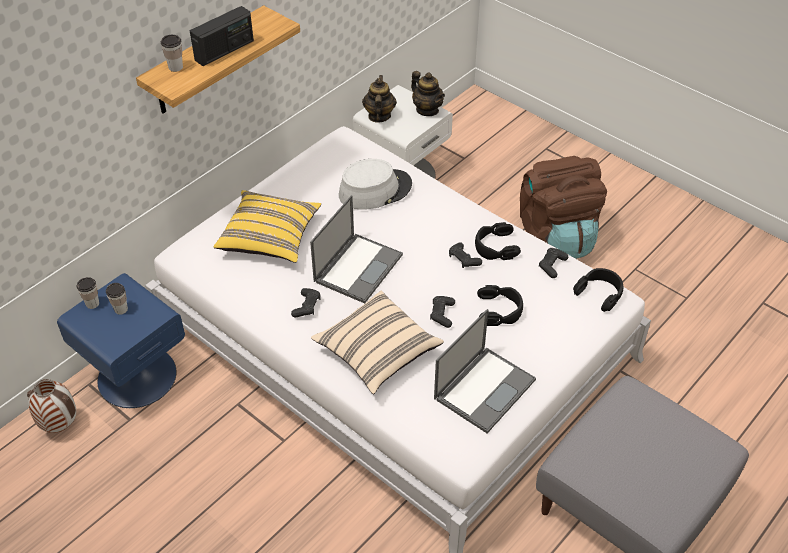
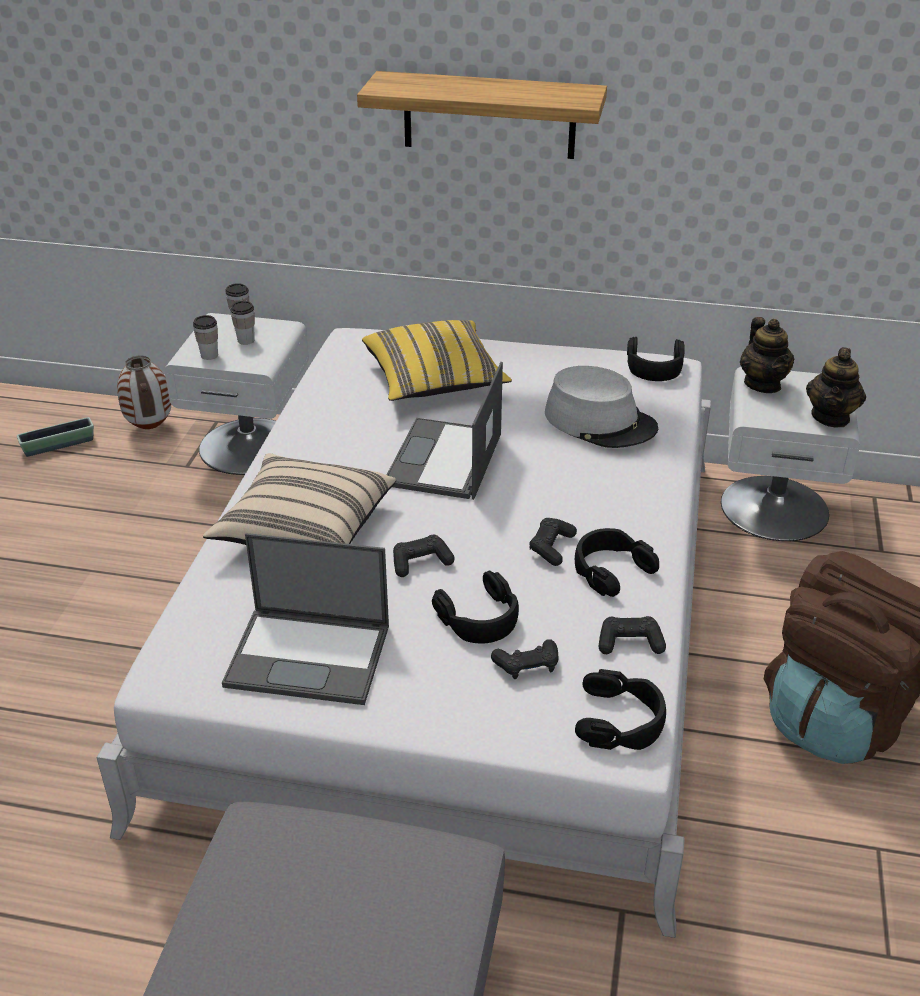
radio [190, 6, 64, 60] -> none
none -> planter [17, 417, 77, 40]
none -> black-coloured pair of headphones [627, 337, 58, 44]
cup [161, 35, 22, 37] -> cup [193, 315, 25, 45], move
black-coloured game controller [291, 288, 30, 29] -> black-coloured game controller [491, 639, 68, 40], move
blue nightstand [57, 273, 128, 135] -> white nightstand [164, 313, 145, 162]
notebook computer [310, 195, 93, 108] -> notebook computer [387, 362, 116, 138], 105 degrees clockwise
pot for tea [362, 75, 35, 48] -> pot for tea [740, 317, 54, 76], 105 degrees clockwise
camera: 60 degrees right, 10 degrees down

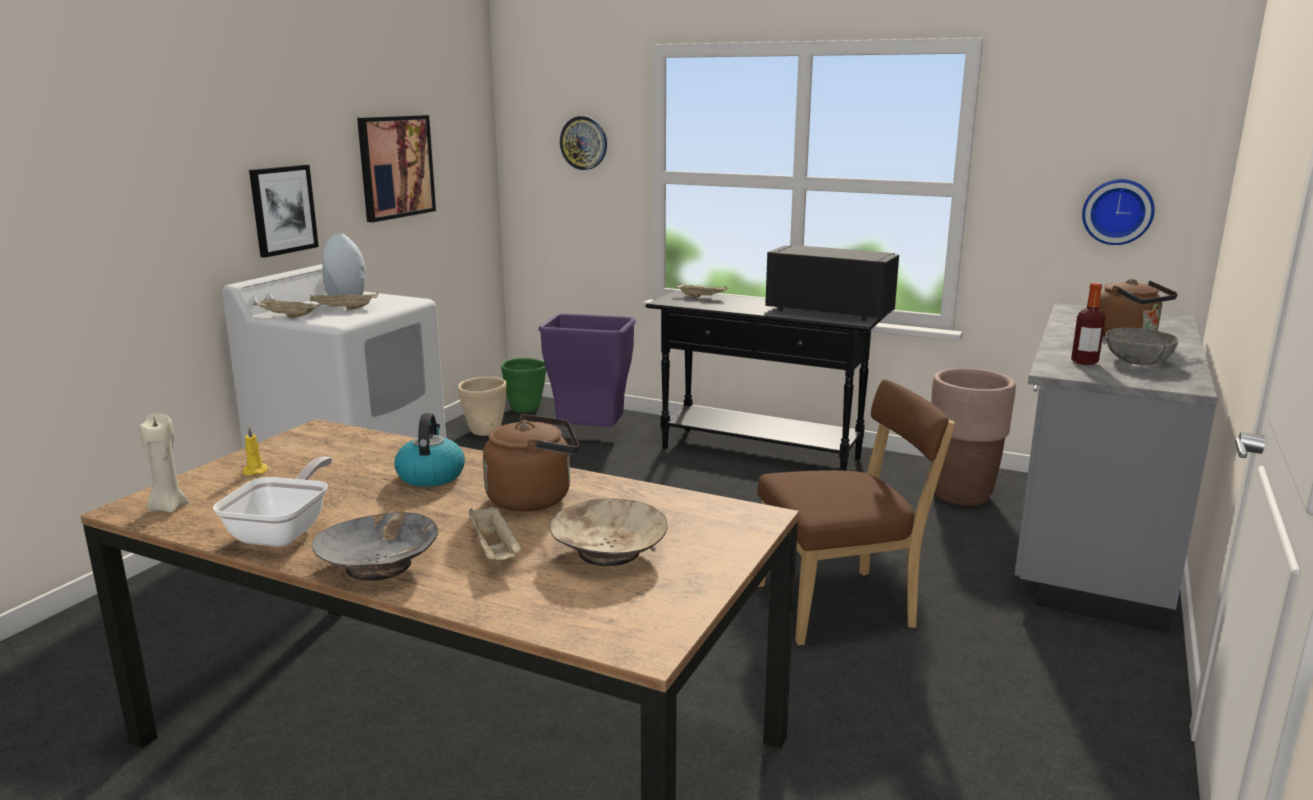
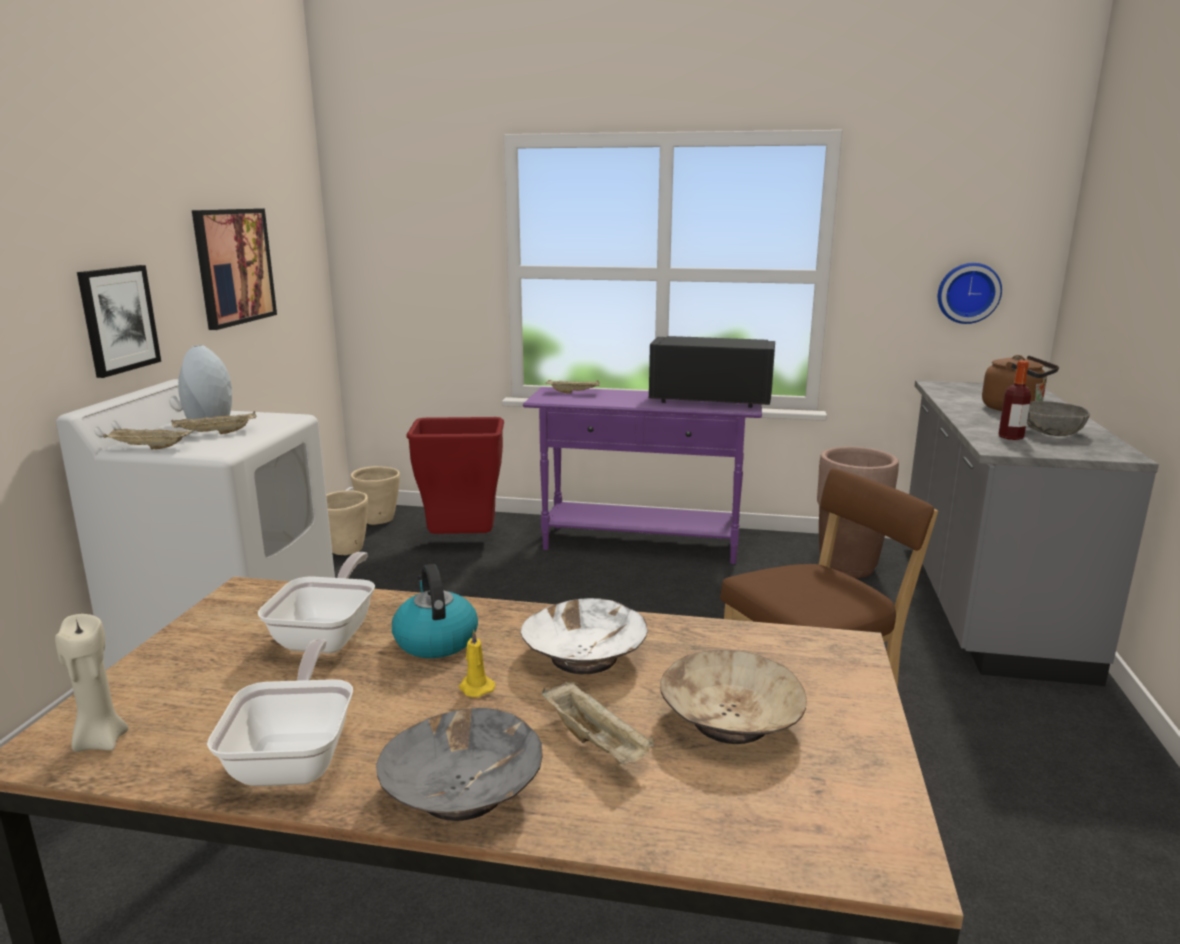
clock on the wall [560, 116, 47, 54] -> none
none -> pan [258, 552, 117, 101]
yellow-coloured wax light [242, 427, 26, 49] -> yellow-coloured wax light [459, 629, 36, 68], move
brownish tea kettle [483, 414, 96, 97] -> white deep dish [521, 598, 126, 76]
green planter [501, 358, 45, 55] -> sand-coloured planter [351, 466, 49, 59]
purplish rubbish bin [538, 313, 98, 114] -> red rubbish bin [406, 417, 98, 117]
black-coloured hall table [646, 290, 237, 181] -> purplish hall table [523, 387, 239, 177]
camera: 15 degrees left, 0 degrees up

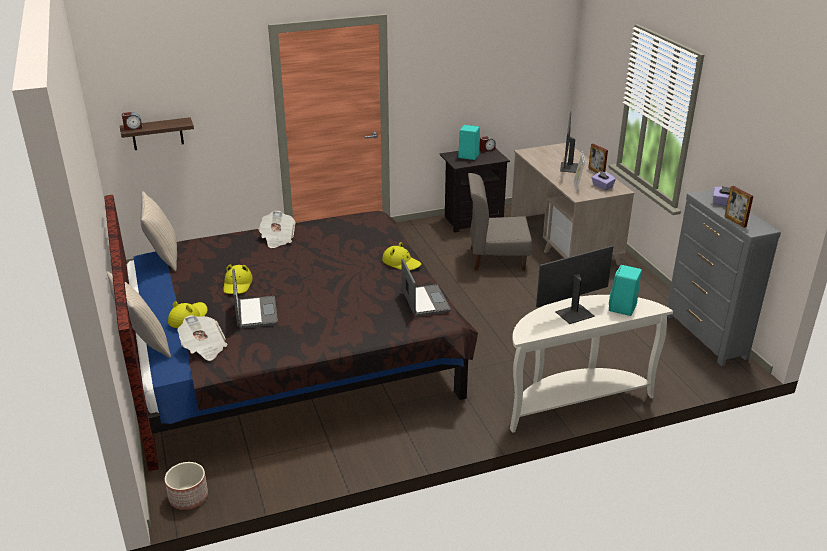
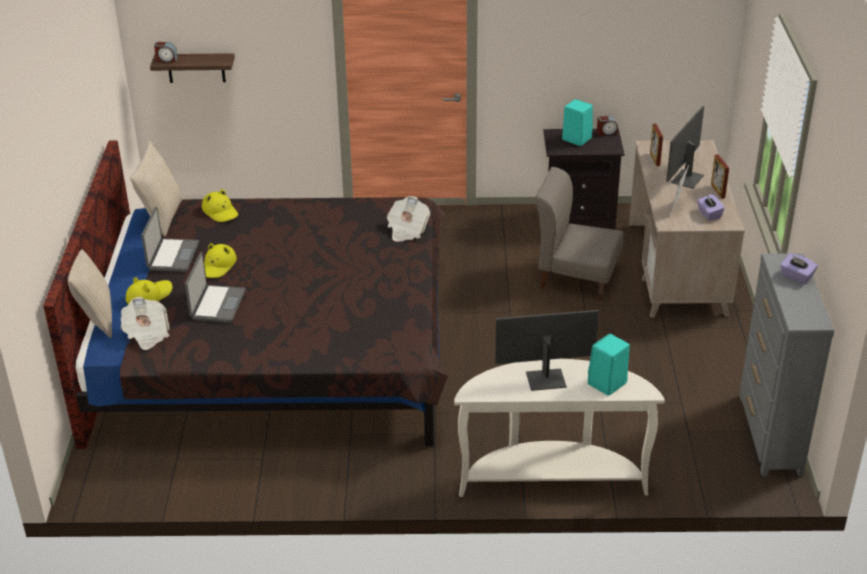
planter [165, 462, 43, 48] -> none
newspaper [258, 211, 38, 37] -> newspaper [387, 196, 43, 46], move
yellow-coloured wearable hat [382, 242, 39, 28] -> yellow-coloured wearable hat [202, 189, 36, 33], move
notebook computer [401, 259, 50, 58] -> notebook computer [142, 207, 57, 65], move
photo frame [724, 186, 30, 41] -> photo frame [650, 124, 13, 42], move
camera: 20 degrees right, 5 degrees up

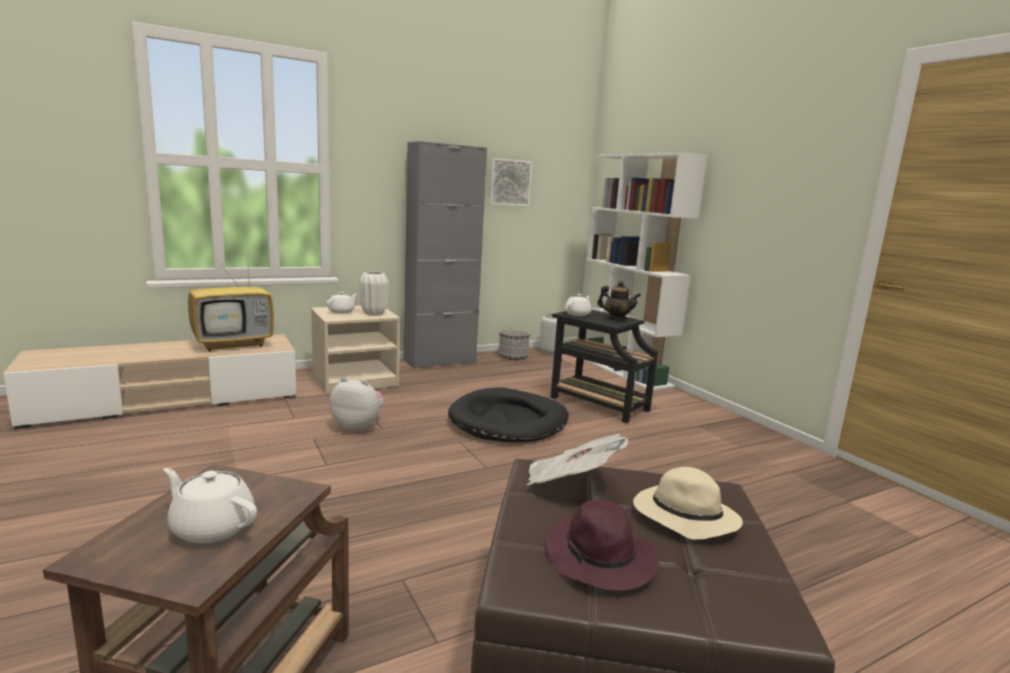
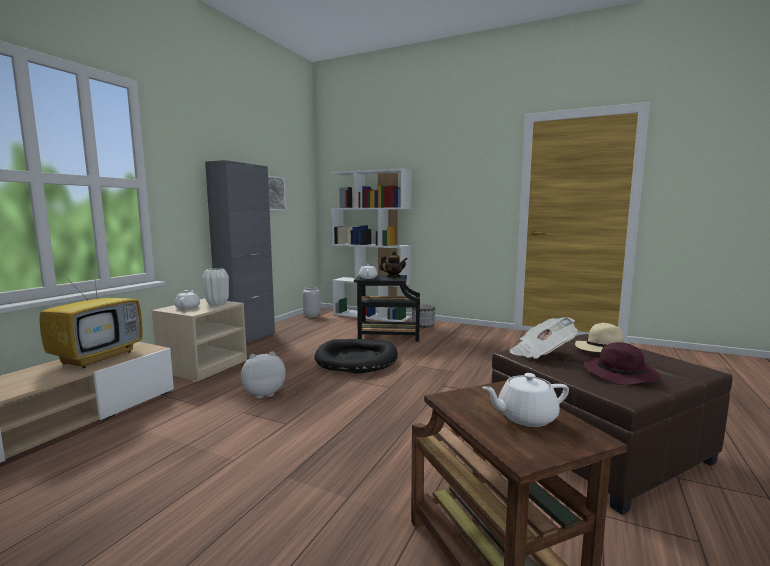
planter [499, 329, 31, 31] -> planter [412, 304, 23, 24], move
camera: 35 degrees left, 5 degrees down

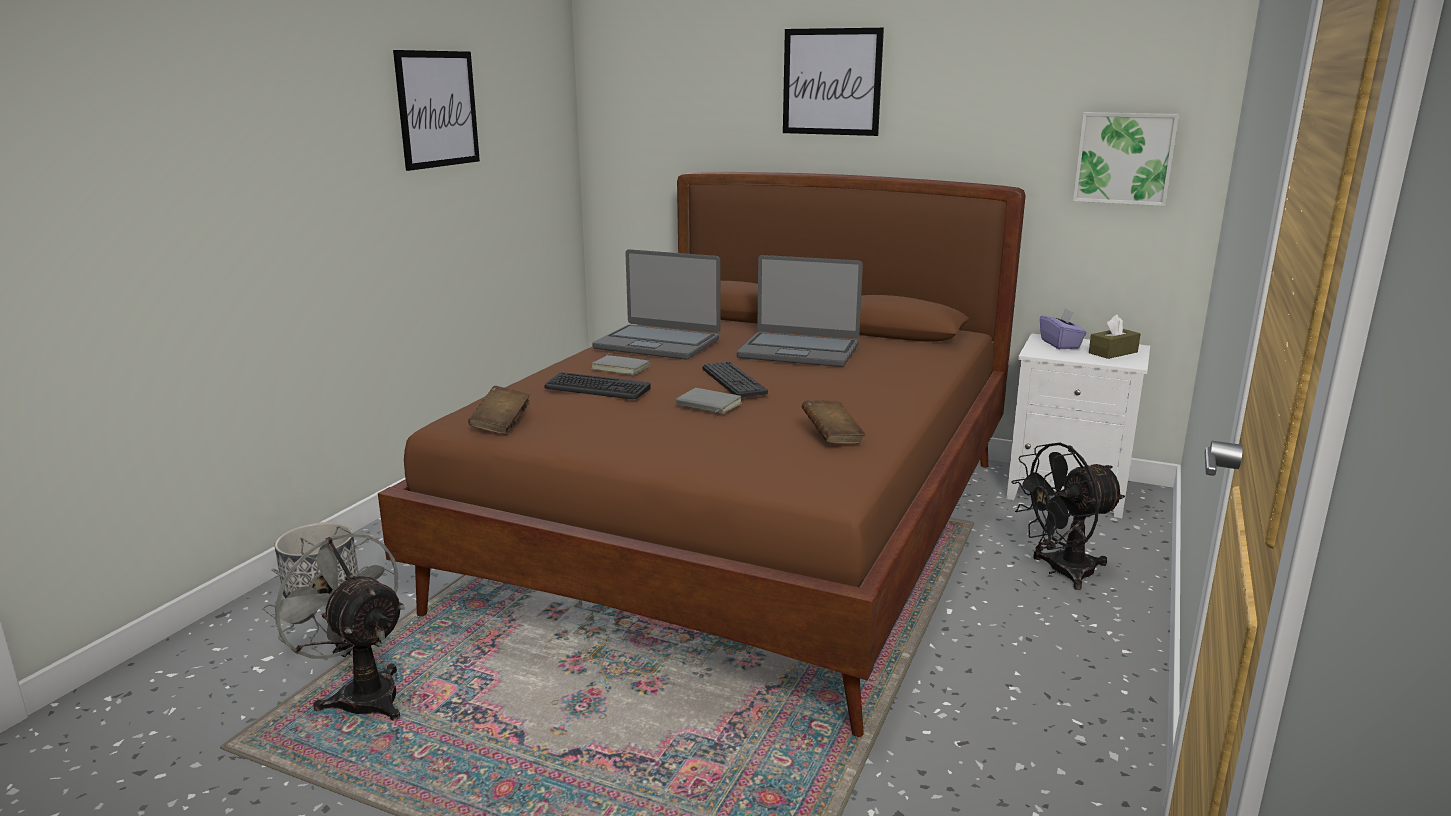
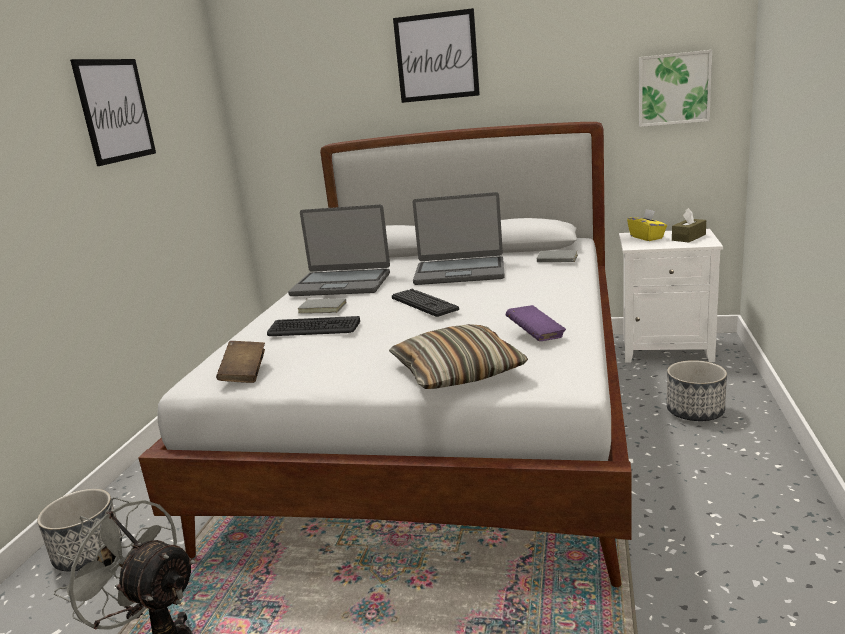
none -> pillow [389, 324, 139, 65]
greyish volume [676, 388, 66, 26] -> greyish volume [536, 250, 42, 12], move
black-coloured electric fan [1011, 443, 114, 147] -> planter [667, 360, 60, 61]
brownish bed [378, 172, 648, 565] -> white bed [138, 122, 494, 465]
brownish volume [801, 400, 64, 44] -> purplish volume [506, 305, 60, 36]
purplish box of tissues [1040, 307, 47, 42] -> yellow-coloured box of tissues [627, 209, 40, 32]
camera: 10 degrees left, 0 degrees up

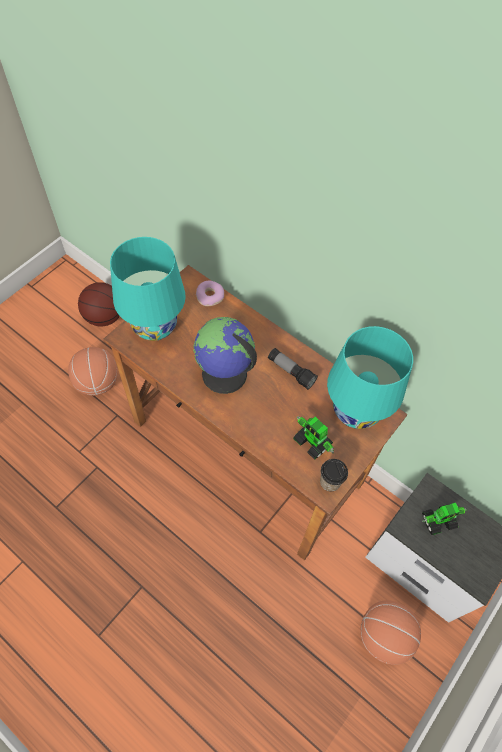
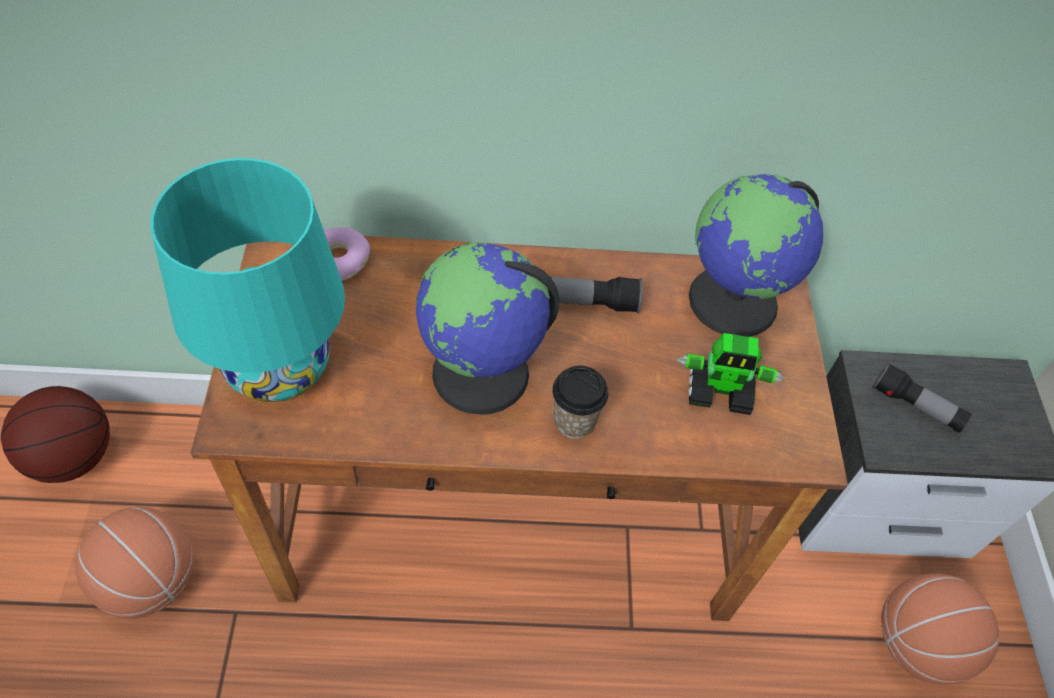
cup [320, 459, 28, 33] -> cup [552, 366, 56, 73], move
blue-green table lamp [327, 326, 86, 103] -> desk globe [689, 174, 135, 163]
robot figure [422, 503, 46, 32] -> torch [872, 362, 100, 71]
camera: 40 degrees left, 5 degrees down

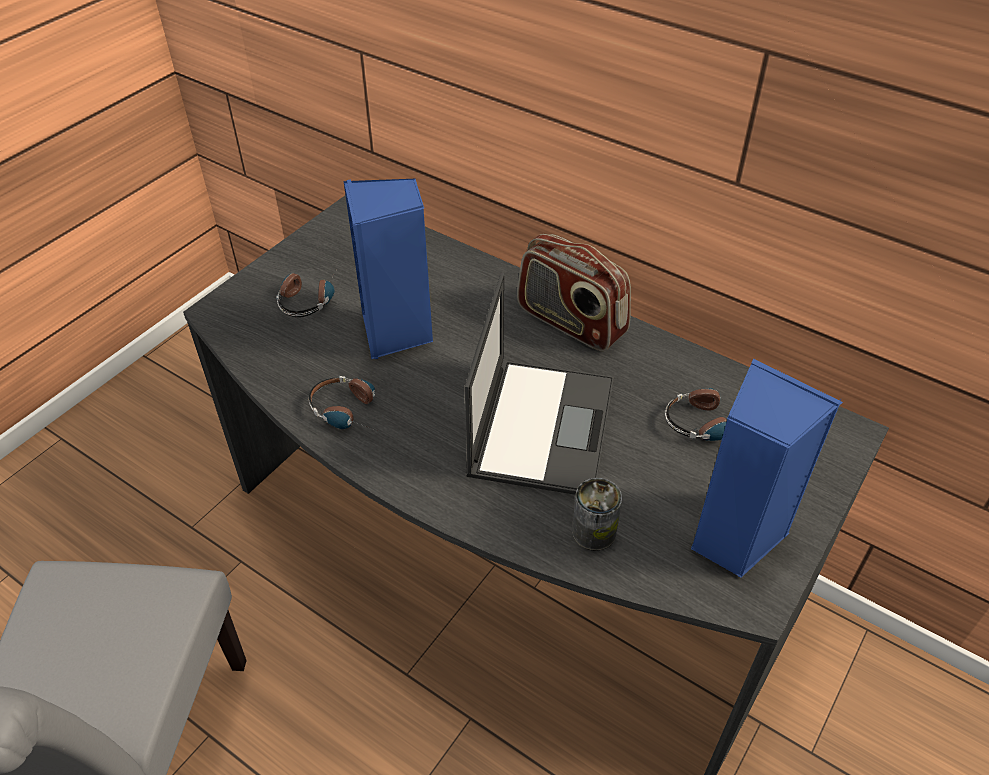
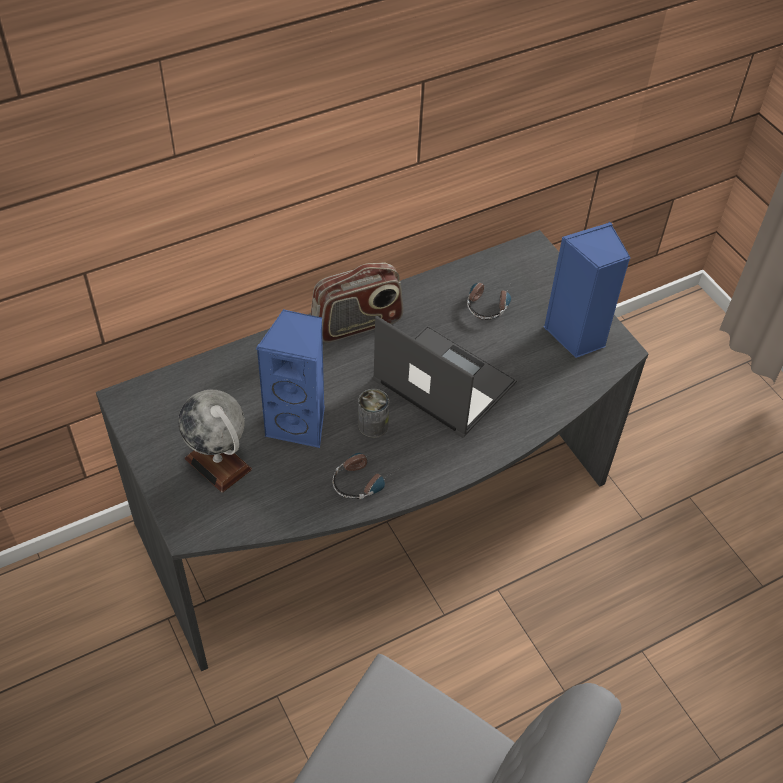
metal can [572, 478, 50, 73] -> metal can [358, 389, 31, 49], move
pair of headphones [276, 268, 62, 49] -> desk globe [178, 389, 74, 104]
camera: 65 degrees left, 5 degrees up

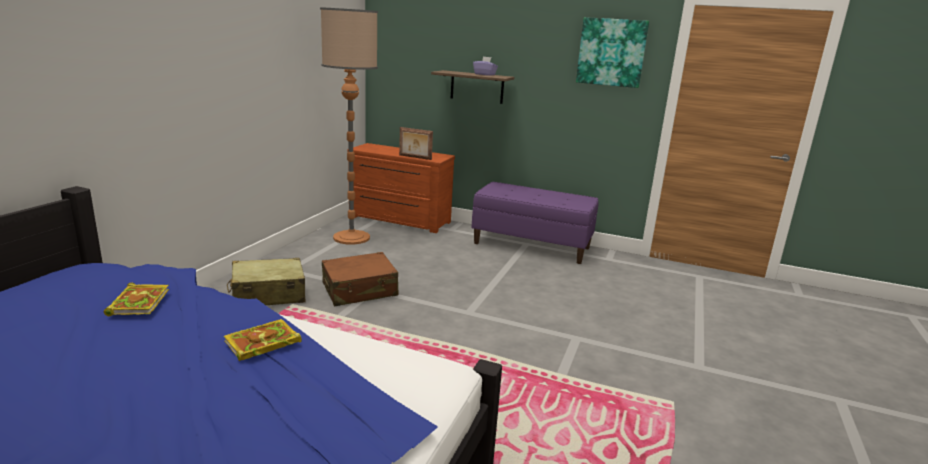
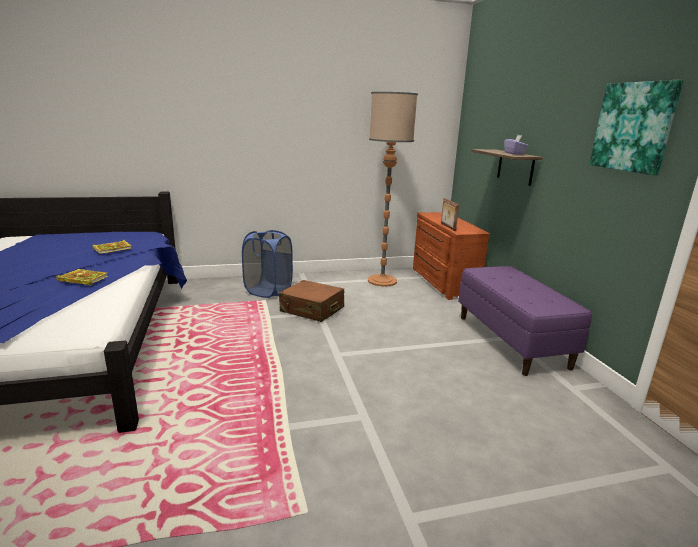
sand-coloured suitcase [227, 258, 78, 47] -> blue laundry basket [242, 230, 51, 68]
camera: 55 degrees right, 0 degrees up

